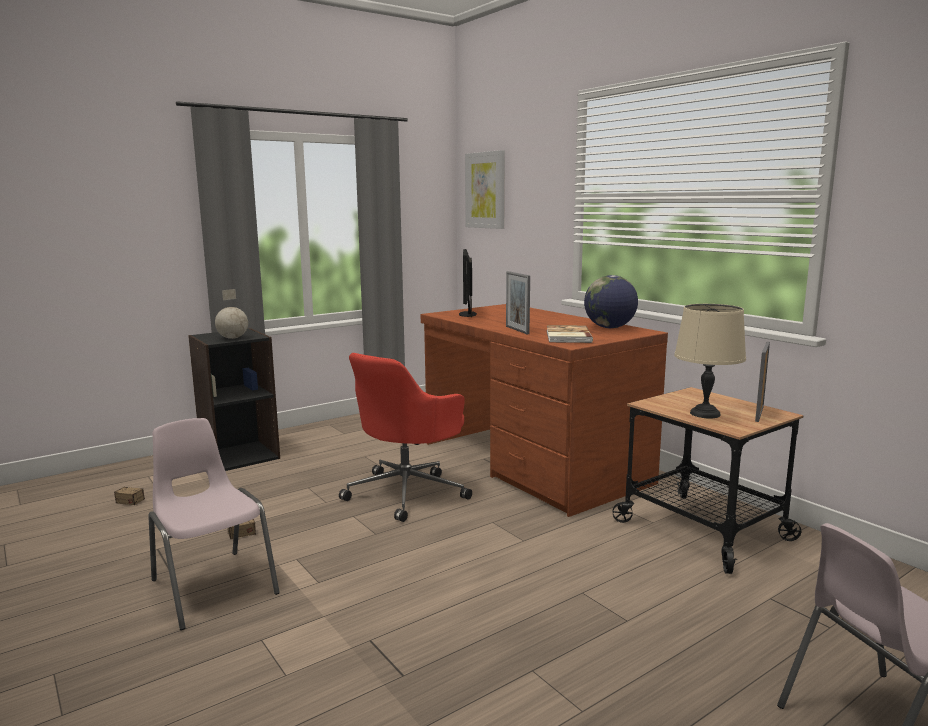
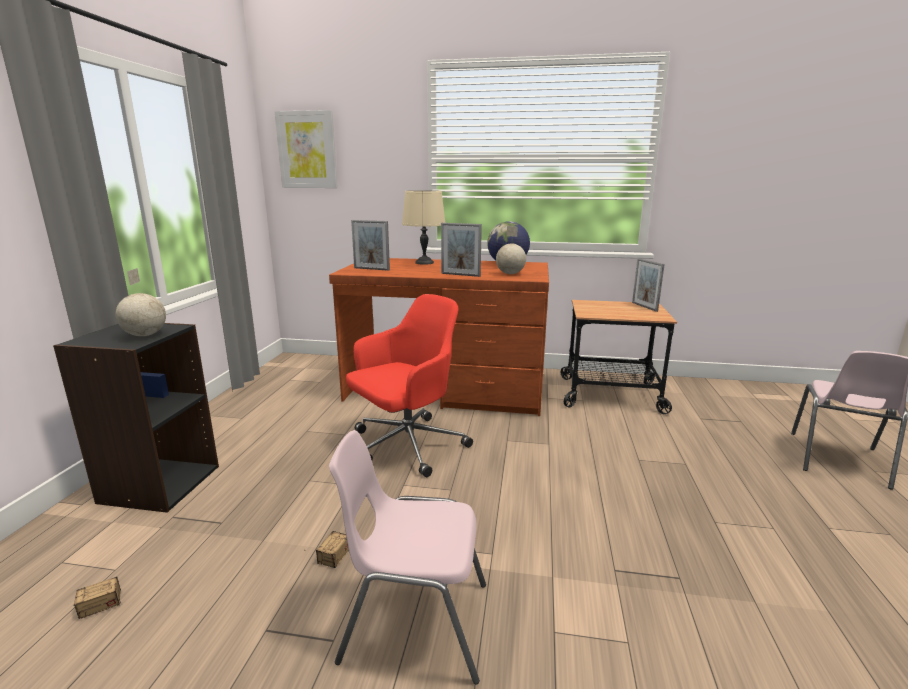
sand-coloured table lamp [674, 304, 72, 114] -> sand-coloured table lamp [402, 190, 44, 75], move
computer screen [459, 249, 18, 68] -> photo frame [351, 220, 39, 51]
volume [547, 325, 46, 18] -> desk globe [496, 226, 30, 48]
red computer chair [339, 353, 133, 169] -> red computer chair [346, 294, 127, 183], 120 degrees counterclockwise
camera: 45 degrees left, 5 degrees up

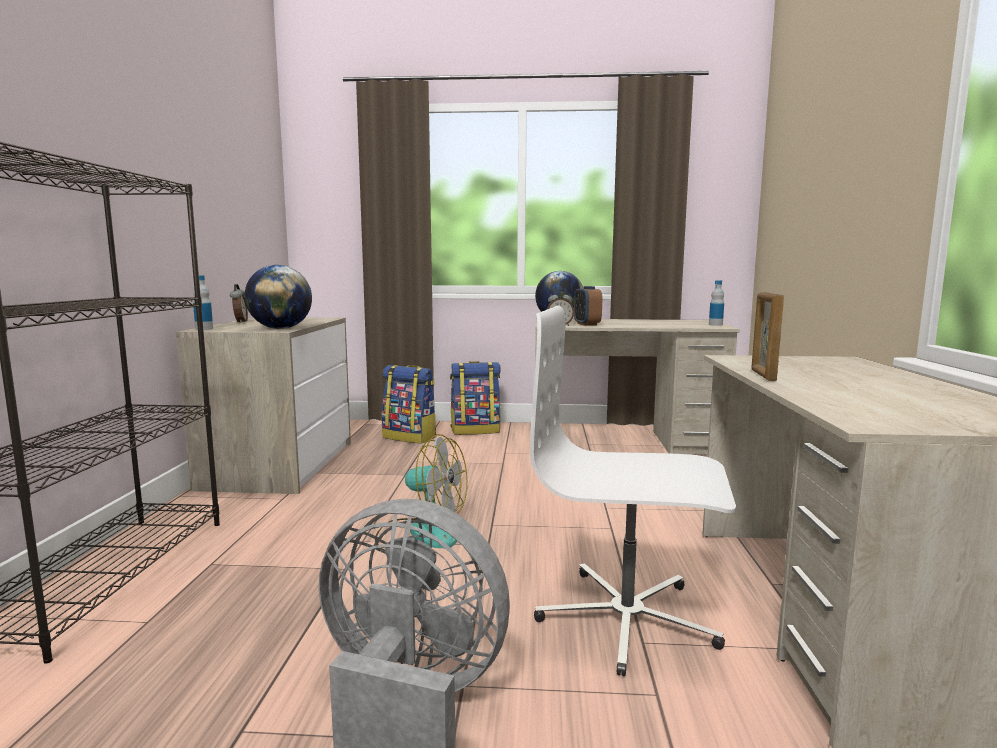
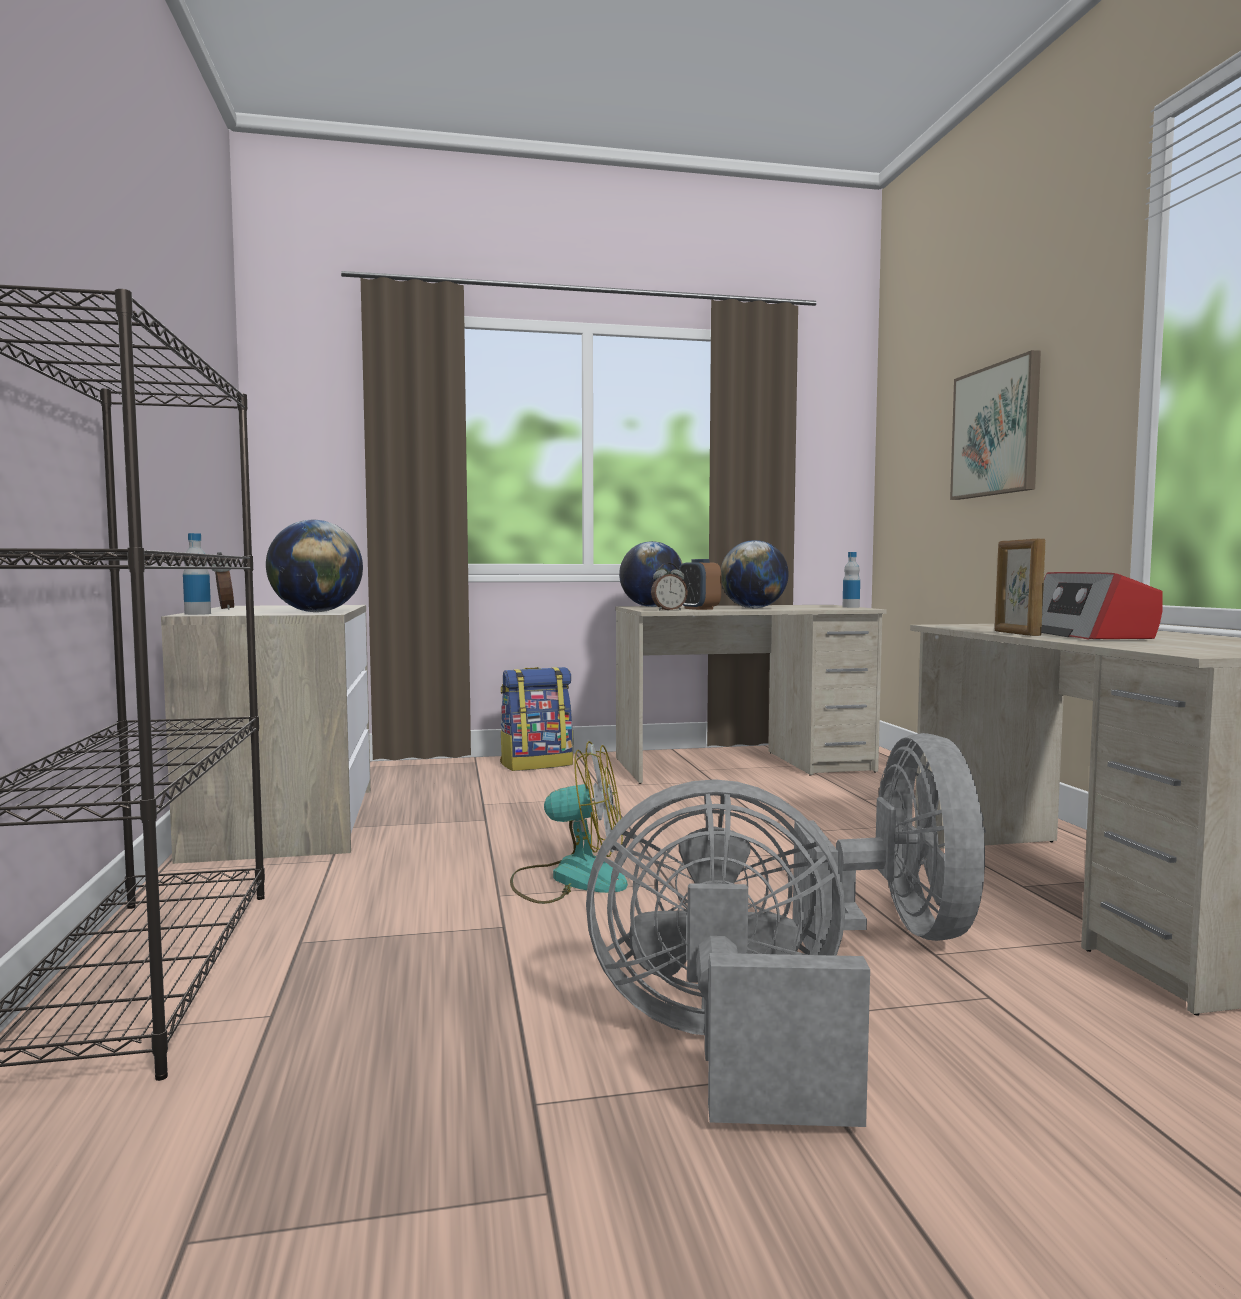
knapsack [382, 365, 54, 79] -> none
none -> desk globe [721, 540, 68, 68]
none -> wall picture [950, 350, 91, 150]
none -> radio [1041, 572, 122, 68]
white computer chair [530, 306, 206, 370] -> greyish electric fan [793, 733, 193, 222]
camera: 15 degrees left, 5 degrees down

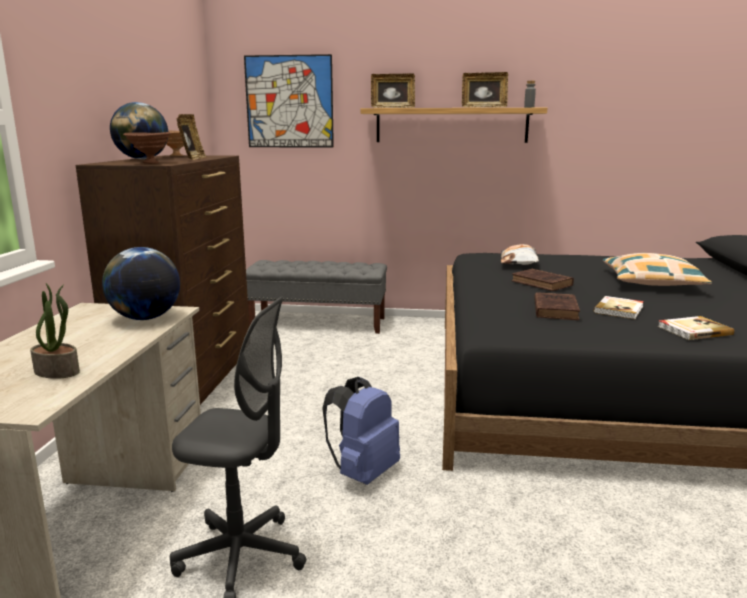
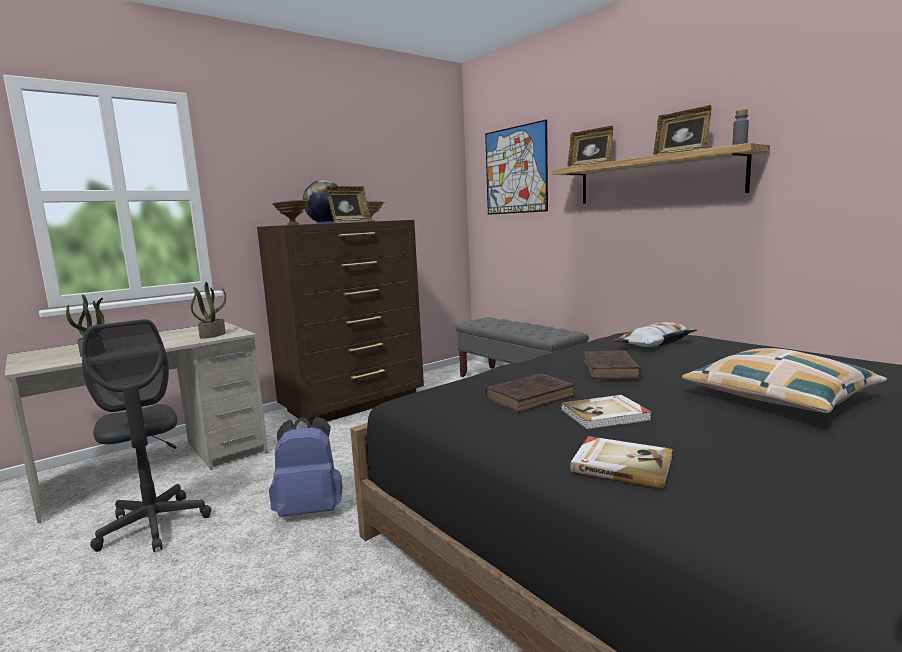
desk globe [102, 247, 78, 73] -> houseplant [191, 282, 35, 57]
camera: 45 degrees right, 5 degrees down

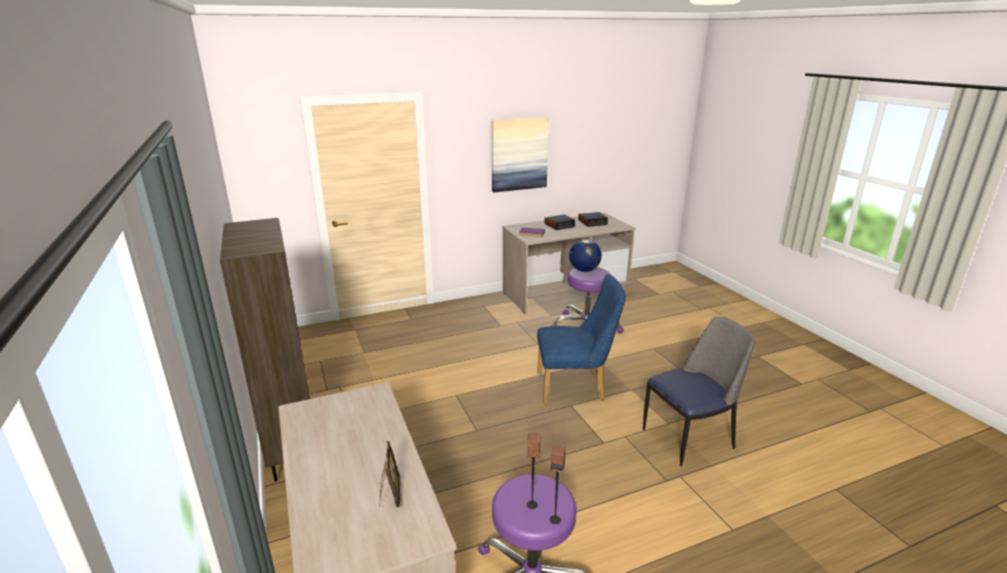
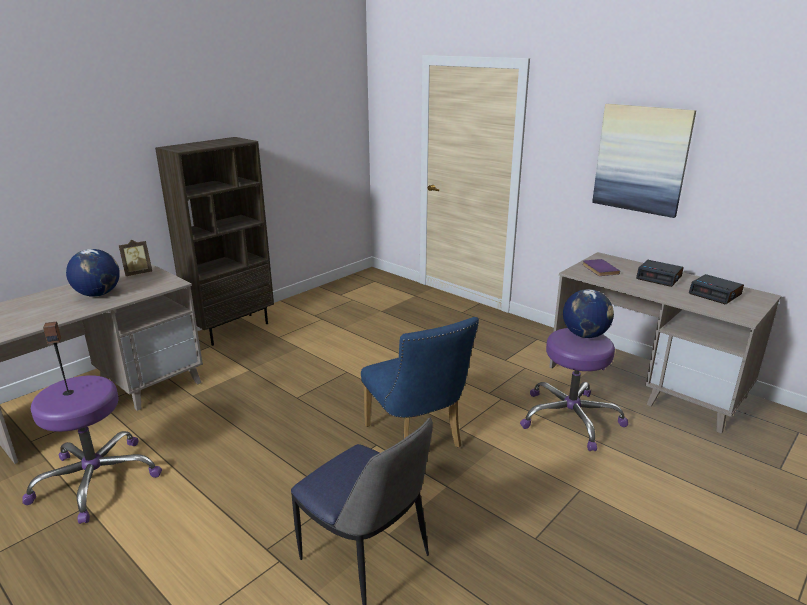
speaker [550, 446, 16, 78] -> none
none -> desk globe [66, 249, 54, 48]
photo frame [379, 441, 21, 66] -> photo frame [119, 240, 33, 36], move
camera: 65 degrees right, 0 degrees up

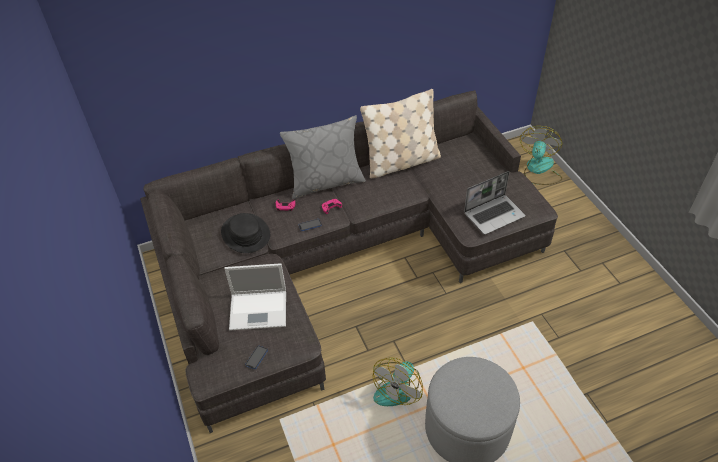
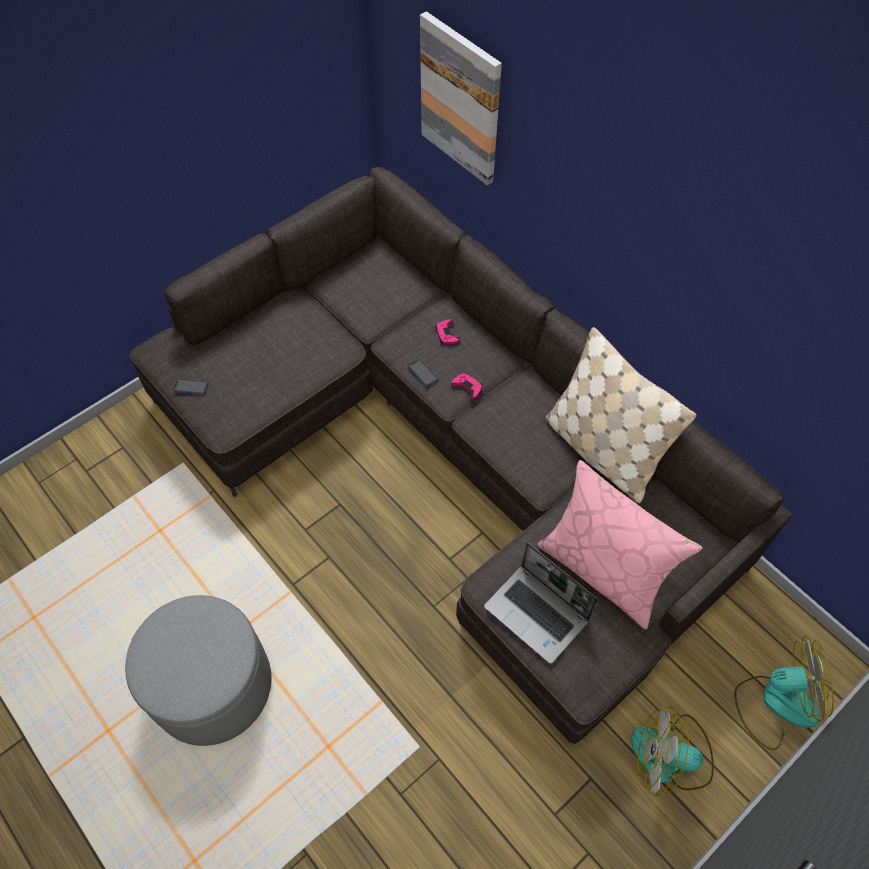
black-coloured wearable hat [221, 213, 49, 40] -> none
notebook computer [224, 263, 62, 68] -> none
greyish pillow [280, 115, 86, 84] -> none
none -> wall picture [420, 11, 82, 174]
none -> pinkish pillow [537, 460, 165, 170]
electric fan [373, 357, 50, 49] -> electric fan [631, 706, 83, 90], move
camera: 70 degrees right, 10 degrees up

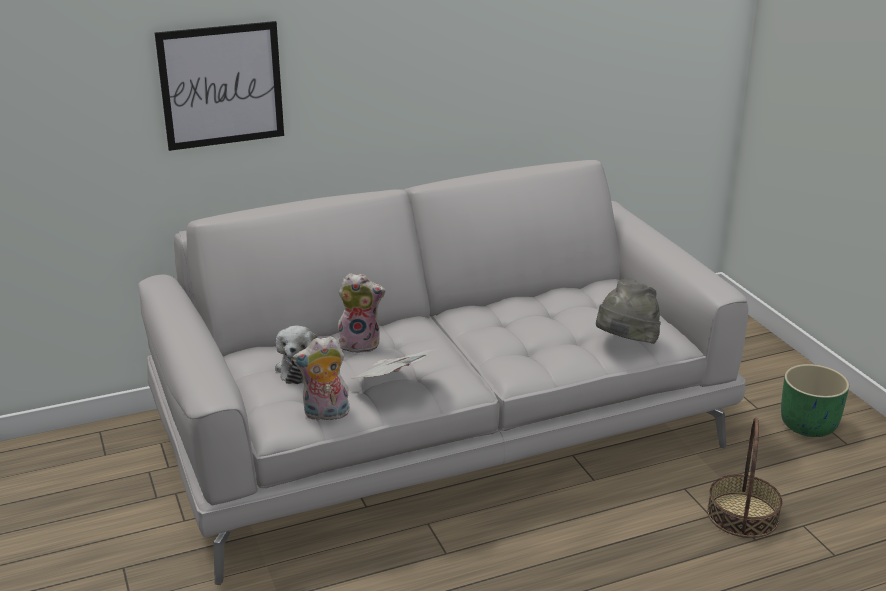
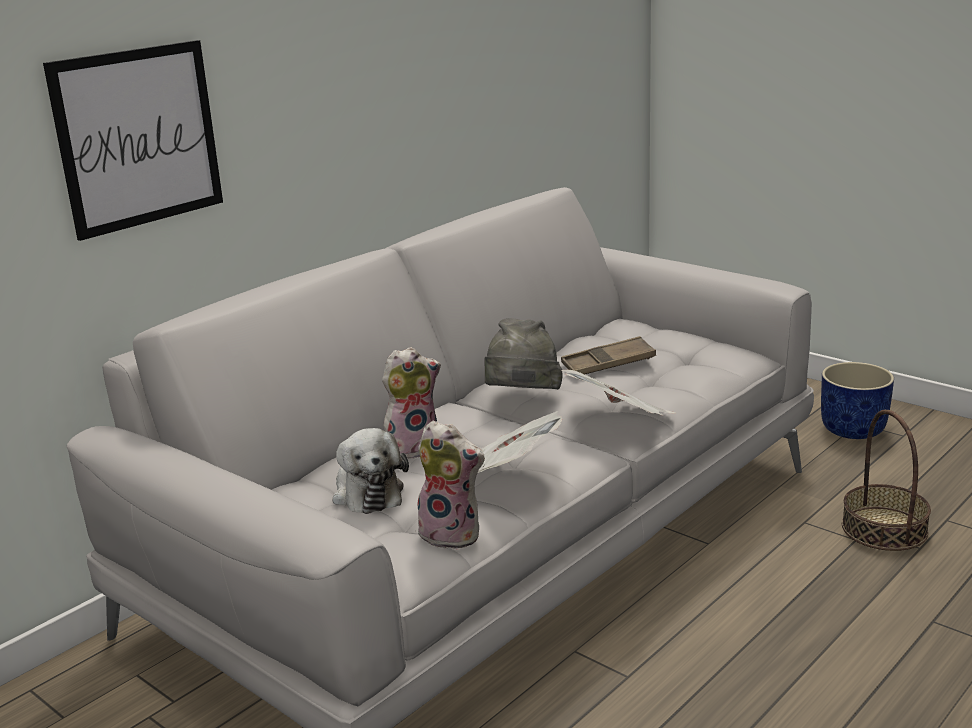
none -> brownish carrying tray [561, 336, 95, 38]
none -> newspaper [561, 370, 114, 45]
greyish wearable hat [596, 278, 65, 66] -> greyish wearable hat [485, 318, 78, 72], move
green planter [781, 364, 68, 73] -> blue planter [821, 362, 73, 77]
plush toy [292, 336, 59, 85] -> plush toy [418, 420, 67, 130], 120 degrees counterclockwise
camera: 25 degrees left, 5 degrees down

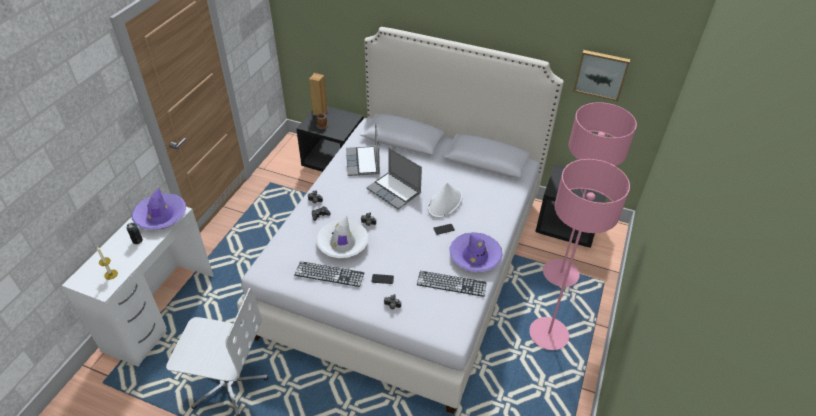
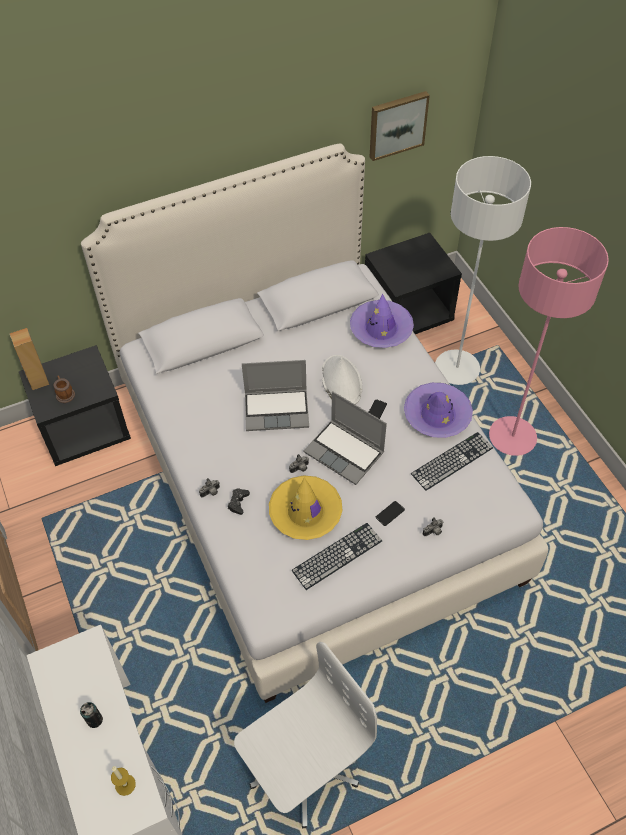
purplish wearable hat [132, 188, 54, 42] -> purplish wearable hat [350, 294, 64, 54], move
notebook computer [346, 122, 34, 54] -> notebook computer [303, 391, 84, 94], move
white wearable hat [316, 216, 53, 42] -> yellow-coloured wearable hat [269, 475, 73, 65]
pinkish floor lamp [543, 102, 94, 185] -> white floor lamp [435, 156, 96, 229]
camera: 45 degrees left, 10 degrees up

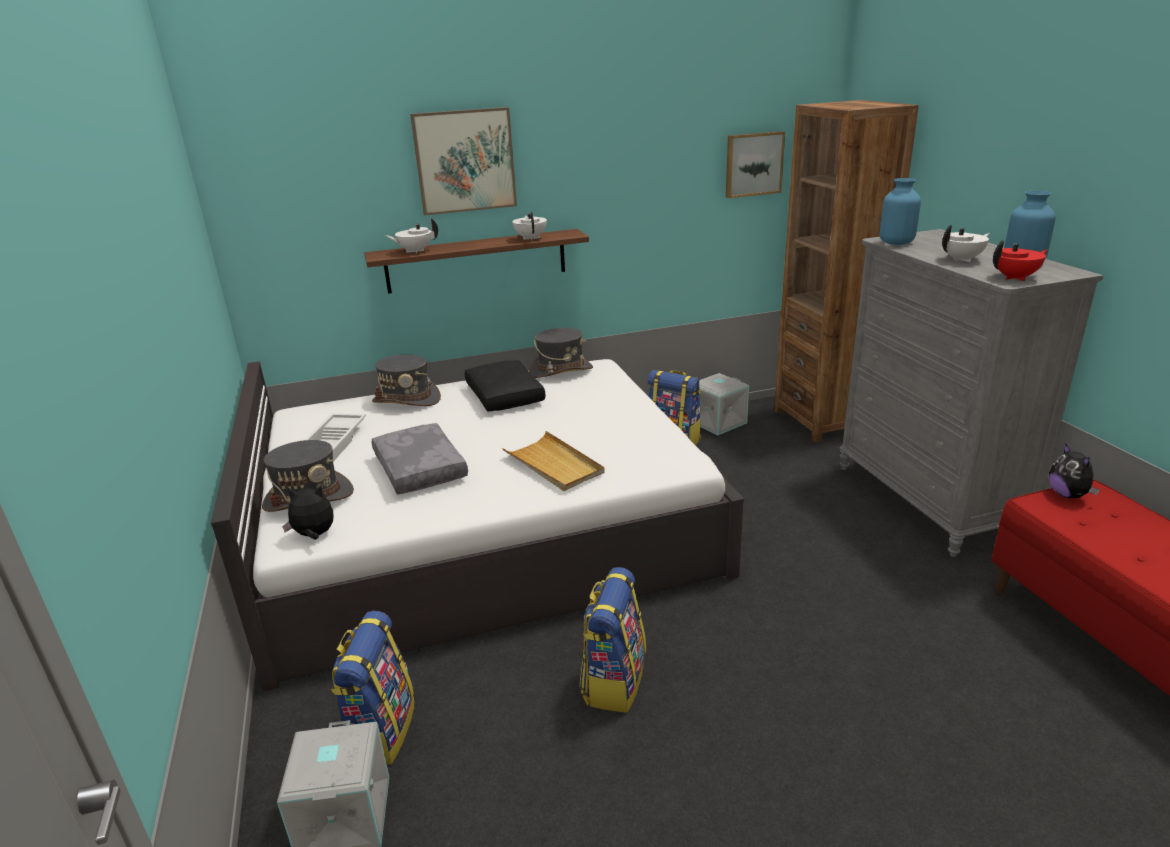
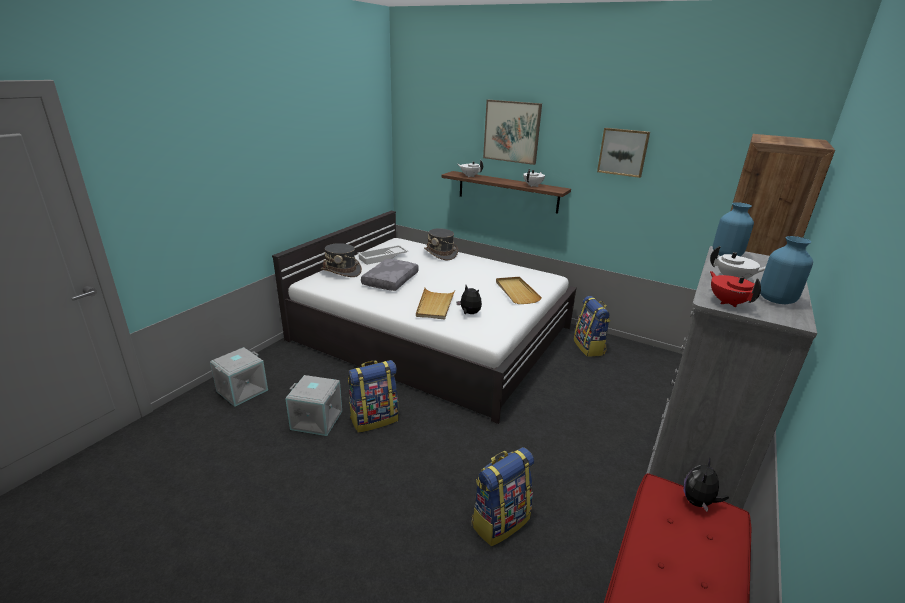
black-coloured pillow [464, 360, 82, 52] -> none
greyish wearable hat [529, 328, 64, 50] -> none
none -> sand-coloured carrying tray [496, 277, 46, 27]
plush toy [282, 485, 51, 55] -> plush toy [457, 285, 25, 29], move
knapsack [331, 611, 84, 154] -> knapsack [472, 447, 62, 99], move
greyish storage bin [699, 373, 50, 62] -> greyish storage bin [285, 375, 57, 61], move
wall picture [726, 131, 59, 67] -> wall picture [597, 128, 53, 50], move
red pot for tea [993, 240, 55, 41] -> red pot for tea [710, 271, 51, 36], 135 degrees counterclockwise
camera: 45 degrees right, 0 degrees up

